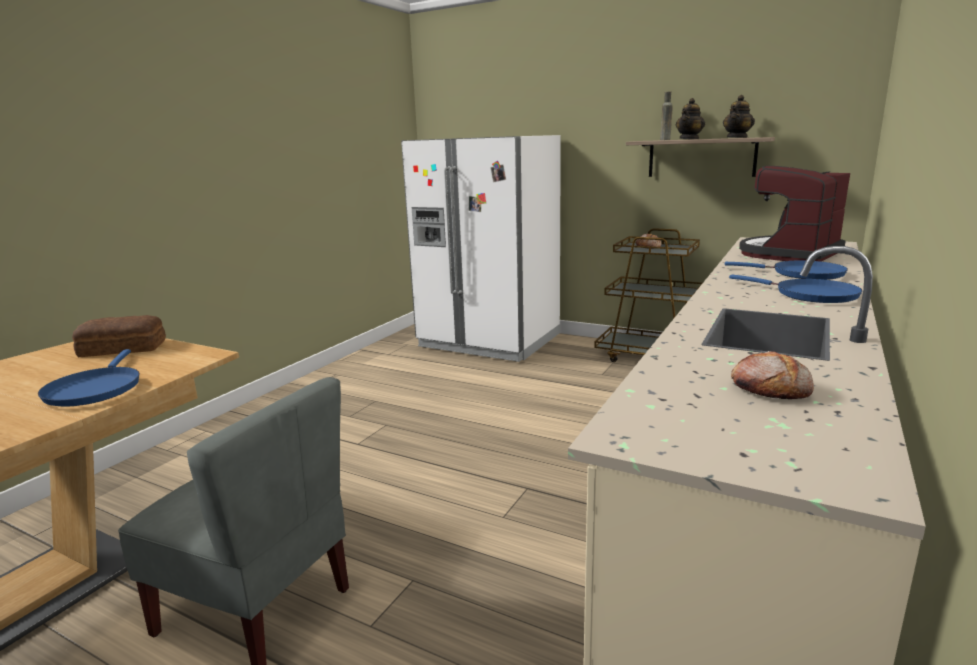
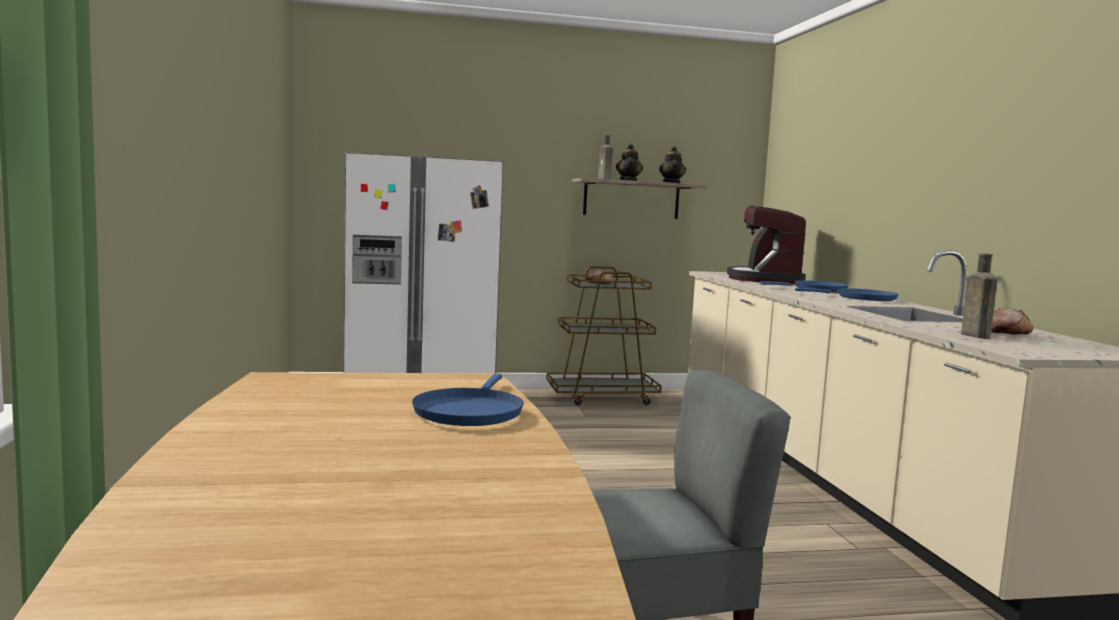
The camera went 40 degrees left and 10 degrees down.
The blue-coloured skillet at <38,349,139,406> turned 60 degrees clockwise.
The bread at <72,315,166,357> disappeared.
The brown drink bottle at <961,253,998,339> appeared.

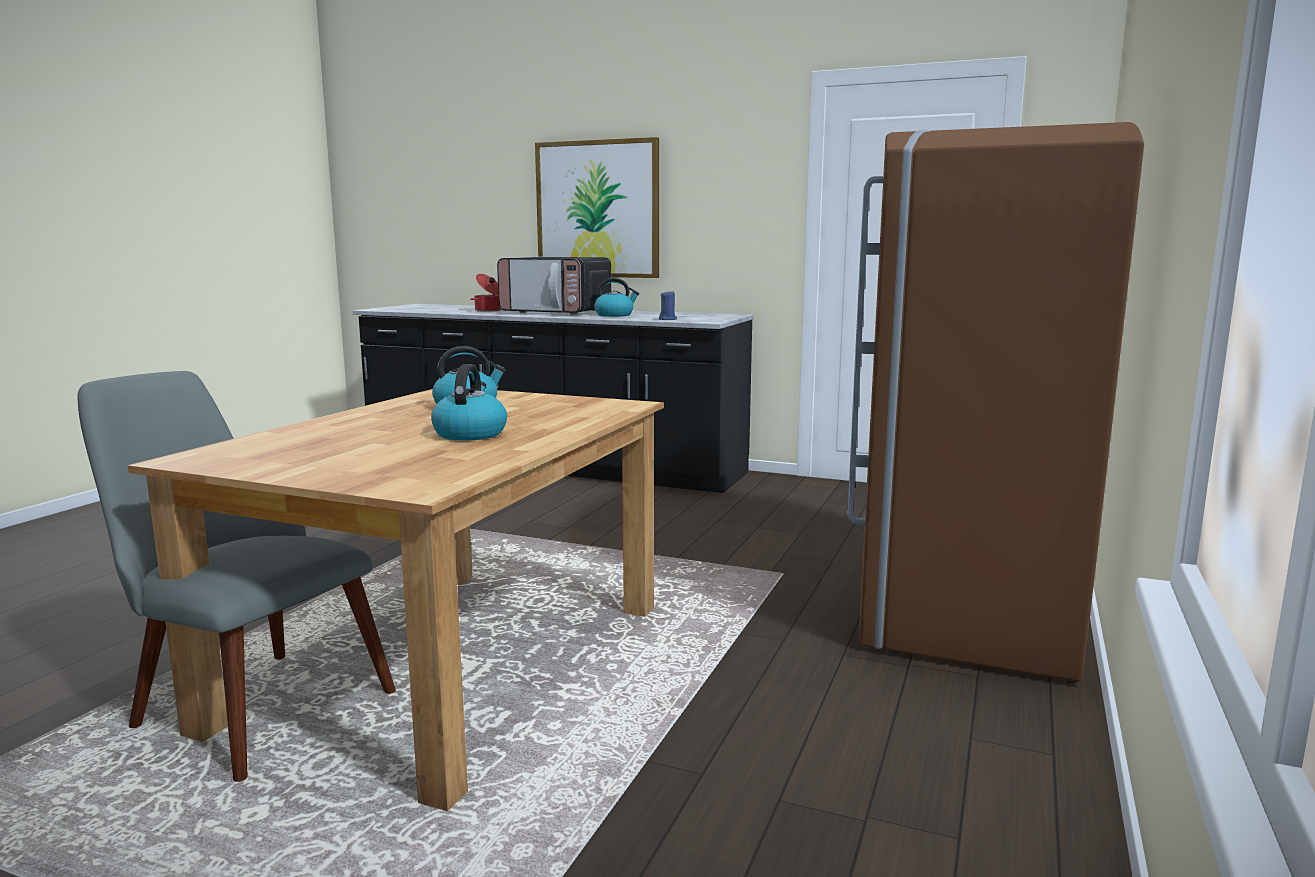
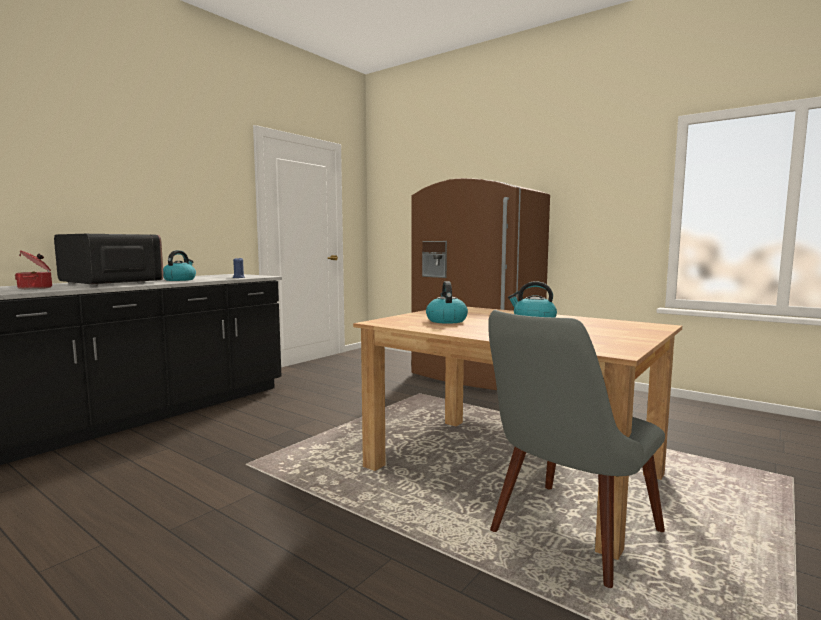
The camera went 75 degrees left and 5 degrees down.
The microwave oven at <497,257,611,314> turned 90 degrees counterclockwise.
The picture at <535,137,659,278> disappeared.

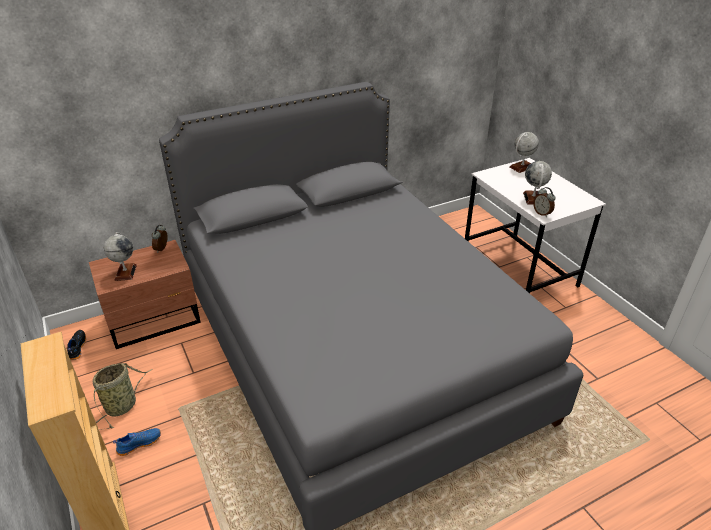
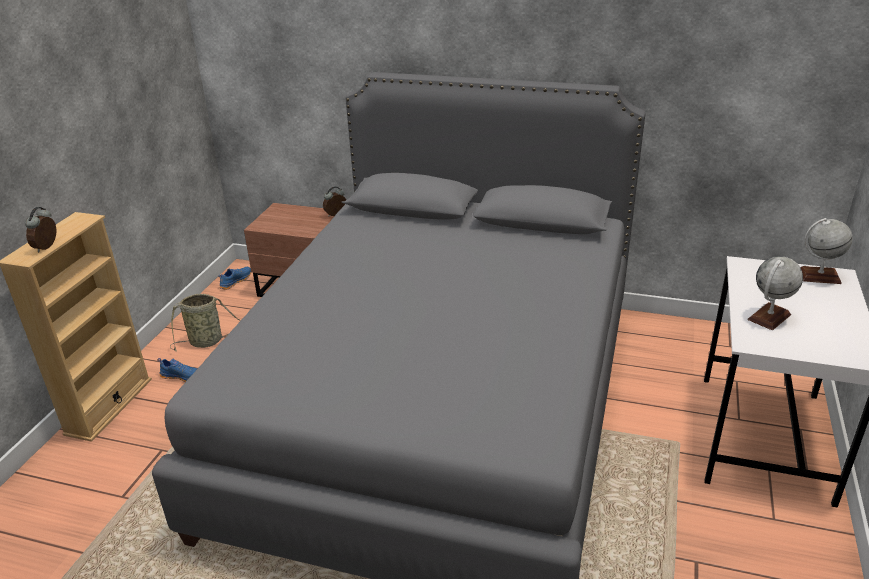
The camera went 45 degrees right and 5 degrees down.
The blackish low shoe at <67,330,86,360> became the blue-coloured low shoe at <219,267,251,290>.
The world globe at <104,232,137,281> disappeared.
The alarm clock moved from <533,187,555,217> to <25,207,57,252>.

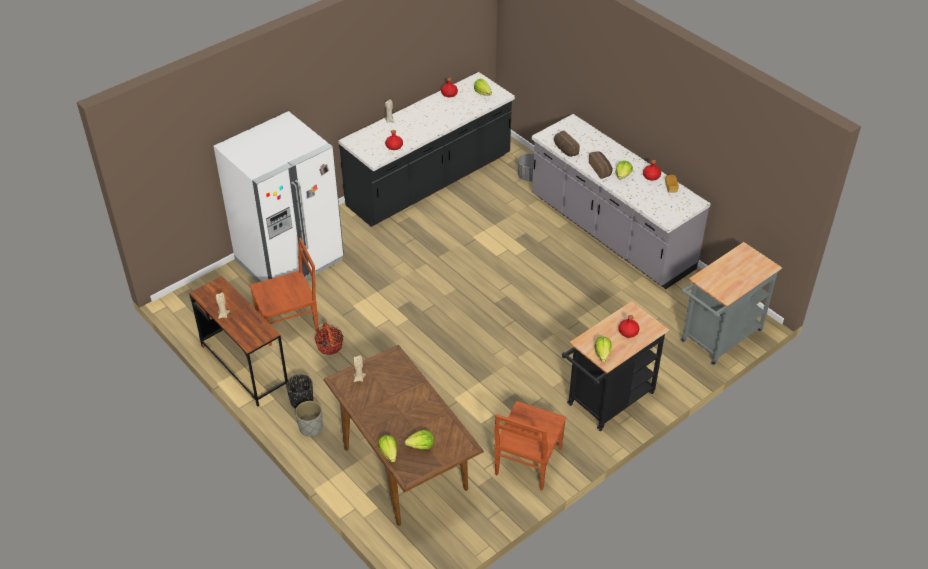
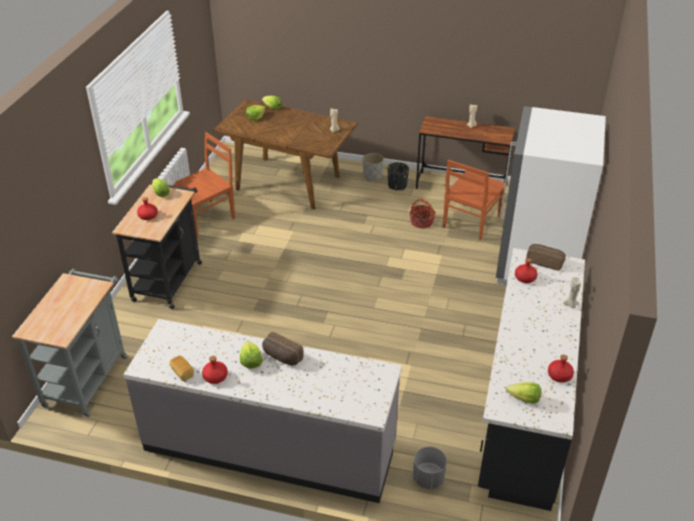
The camera went 145 degrees right and 5 degrees down.
The brown chair at <494,401,567,491> turned 60 degrees clockwise.
The bread moved from <554,131,580,157> to <526,244,566,271>.

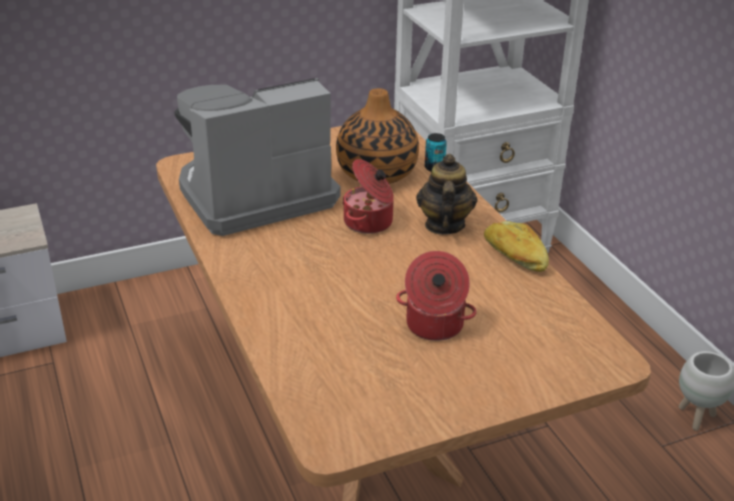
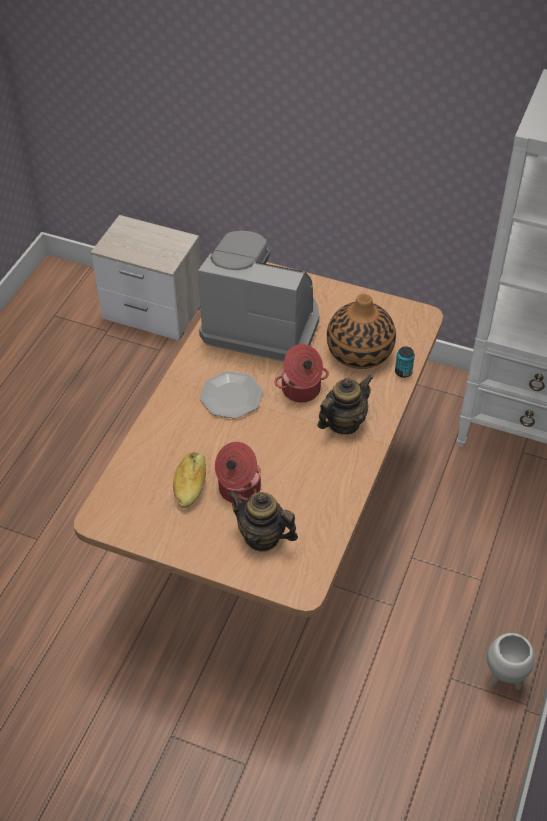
The camera went 45 degrees right and 15 degrees up.
The bread moved from <484,221,549,272> to <173,452,206,508>.
The dinner plate at <200,371,263,419> appeared.
The tea pot at <228,491,298,552> appeared.

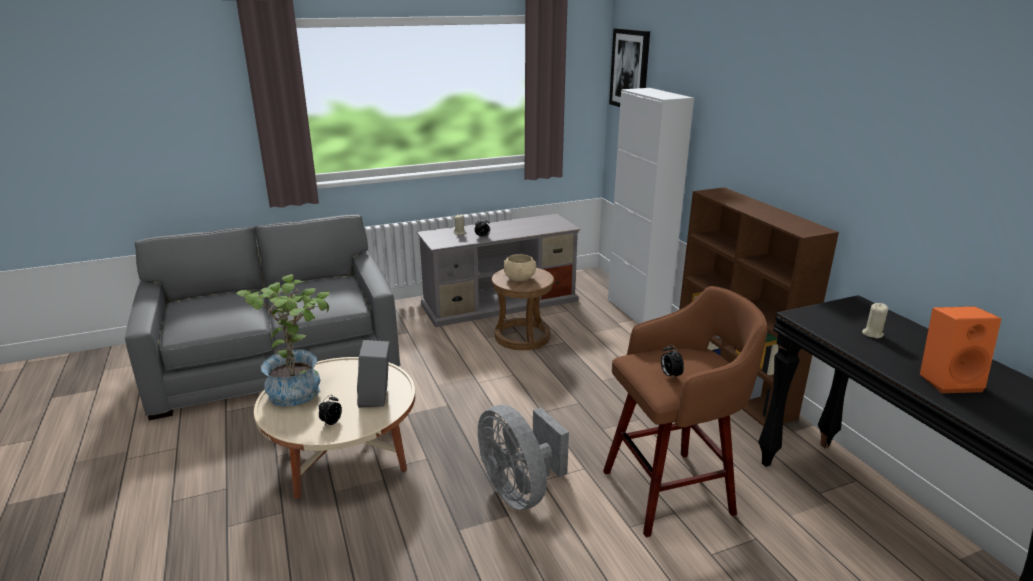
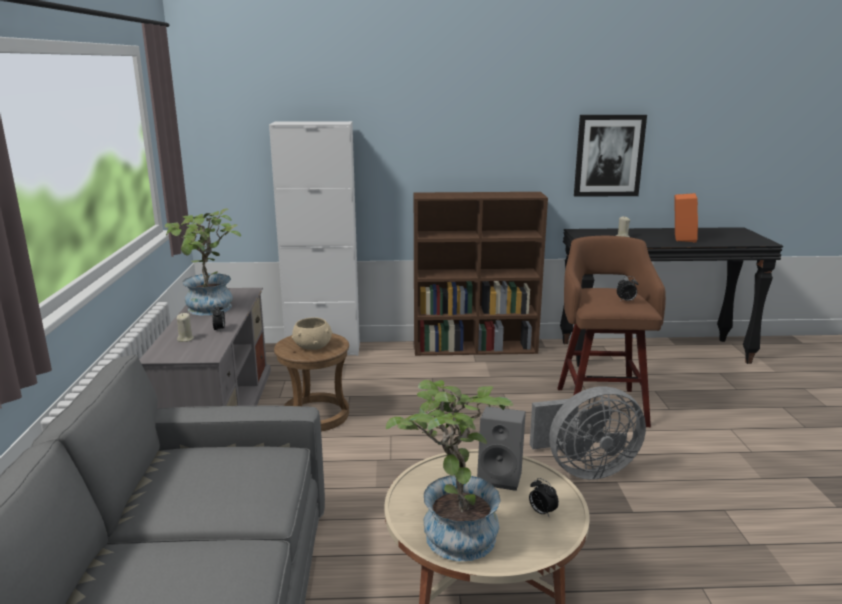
The camera went 70 degrees left and 5 degrees down.
The picture moved from <609,28,650,107> to <574,115,647,197>.
The plant in a pot at <165,208,241,315> appeared.

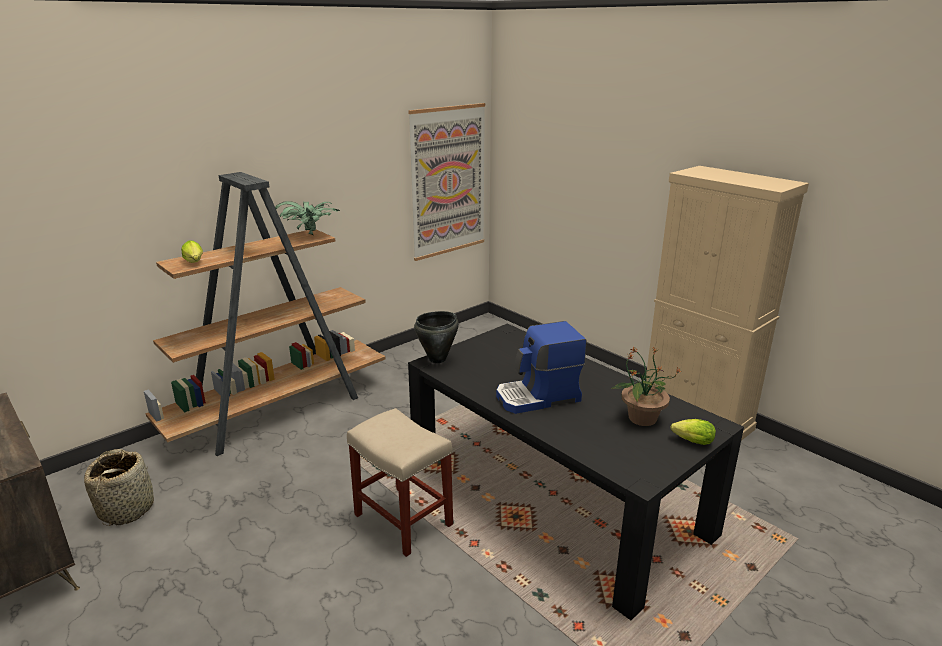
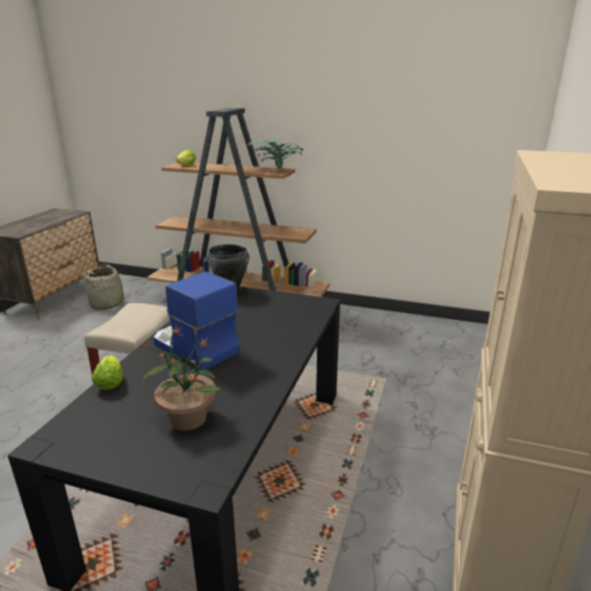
The camera went 60 degrees right and 0 degrees up.
The picture at <408,103,485,261> disappeared.
The head of lettuce moved from <671,419,716,445> to <92,355,123,390>.

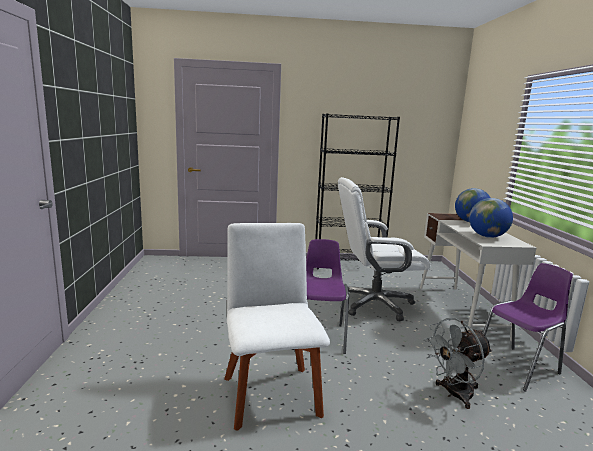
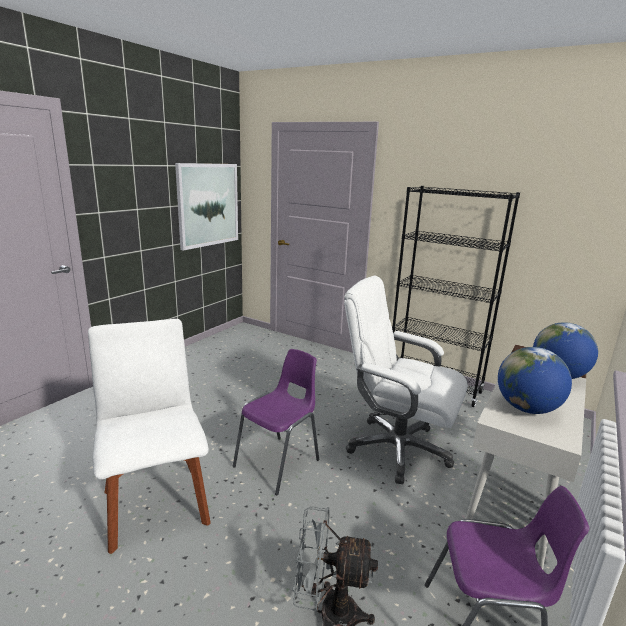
The camera went 35 degrees right and 5 degrees up.
The white-coloured chair at <224,223,330,430> turned 45 degrees counterclockwise.
The picture at <175,163,238,250> appeared.

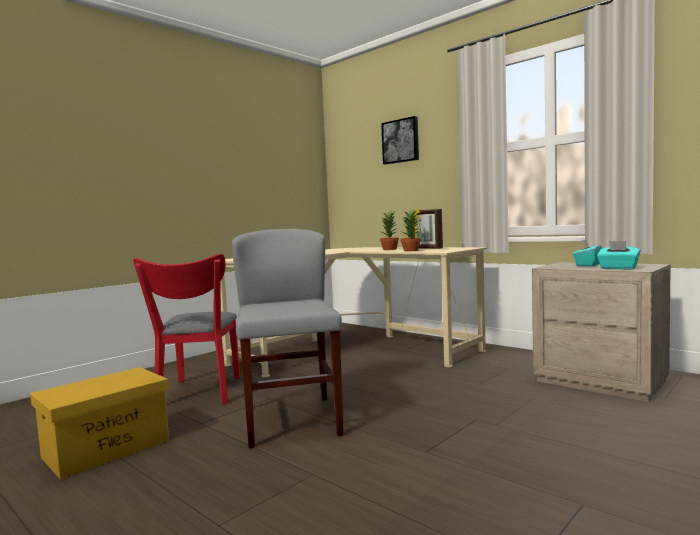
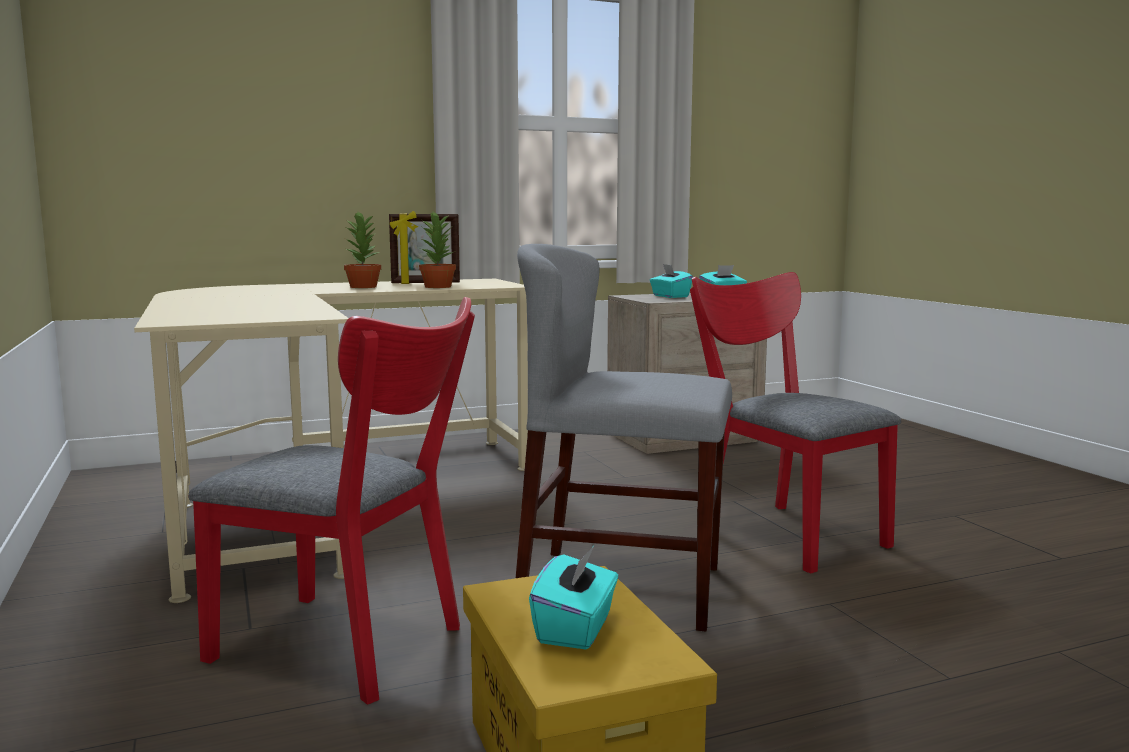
The camera went 65 degrees left and 5 degrees up.
The picture at <381,116,419,164> disappeared.
The blue-green tissue holder at <529,546,618,649> appeared.
The reddish chair at <690,272,901,574> appeared.

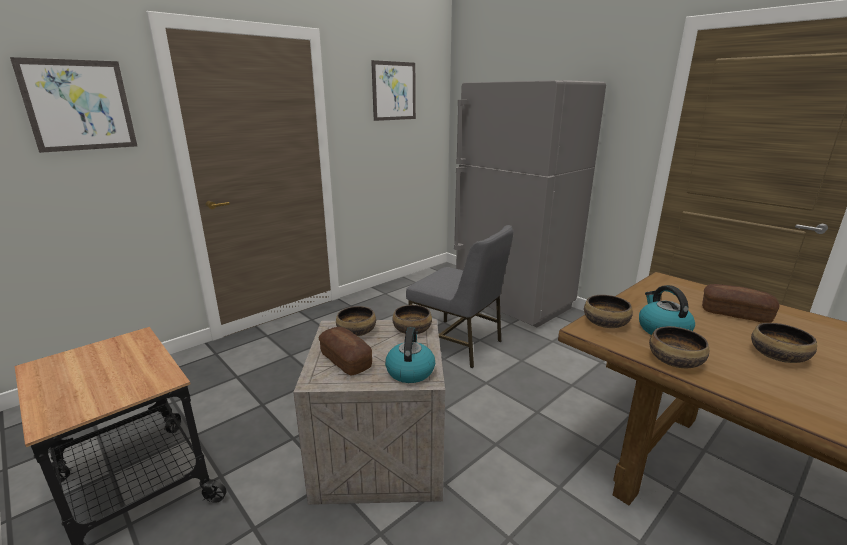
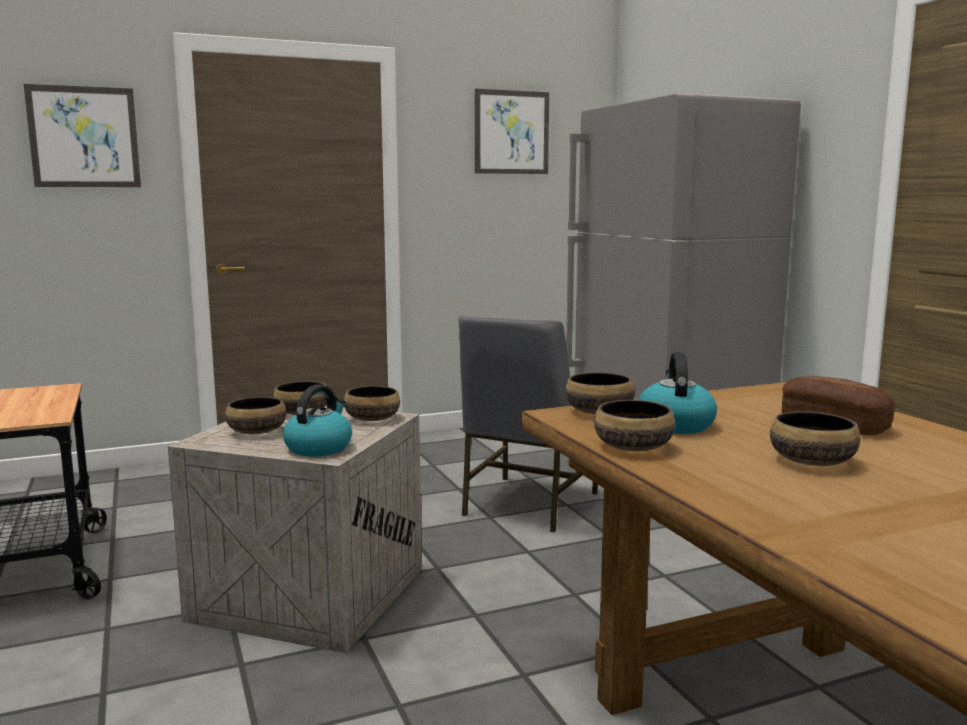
The camera went 20 degrees right and 10 degrees down.
The bread at <319,327,372,376> was replaced by the serving bowl at <225,397,286,434>.
The grey chair at <406,225,513,368> turned 60 degrees clockwise.

